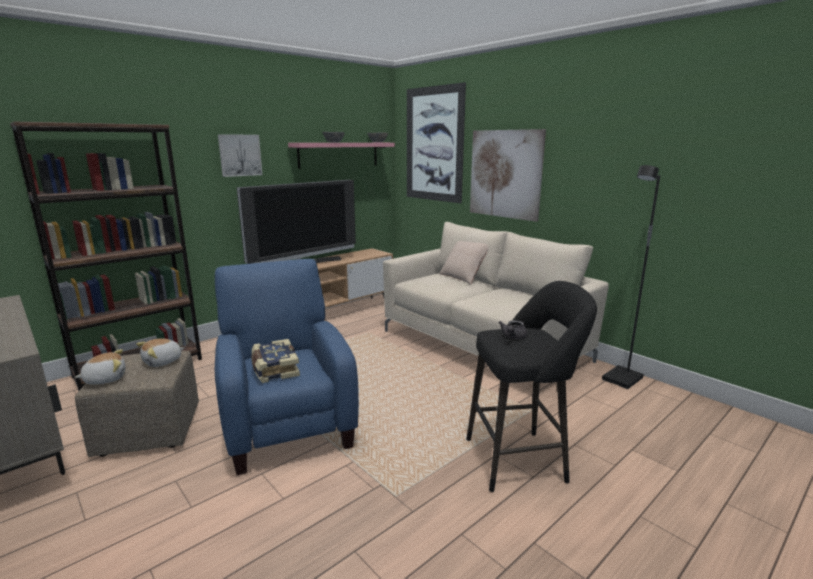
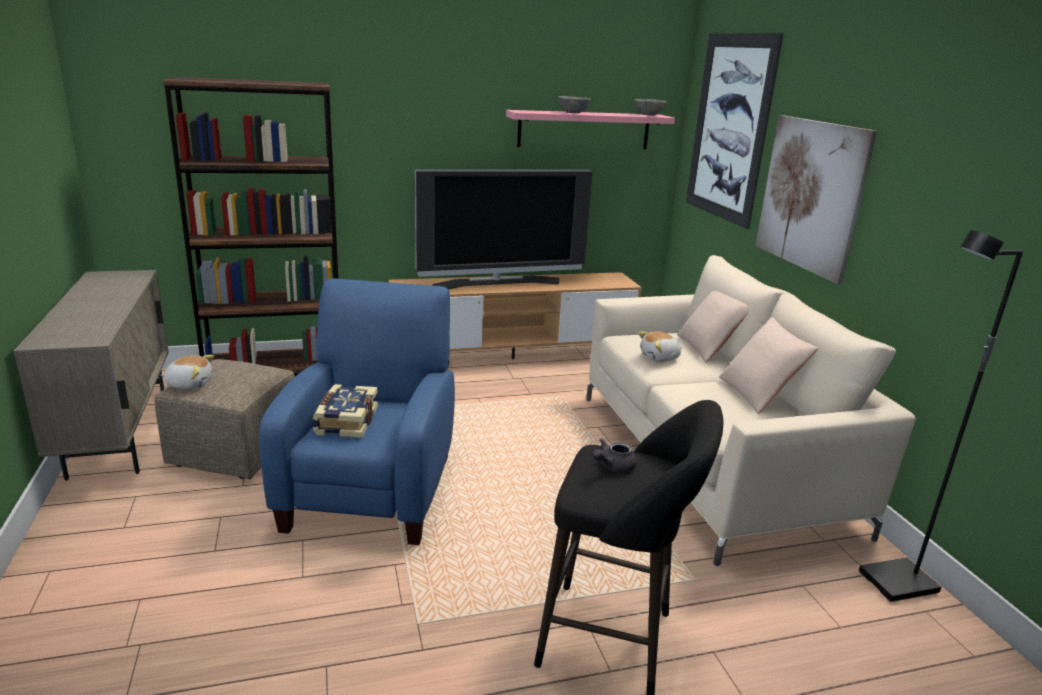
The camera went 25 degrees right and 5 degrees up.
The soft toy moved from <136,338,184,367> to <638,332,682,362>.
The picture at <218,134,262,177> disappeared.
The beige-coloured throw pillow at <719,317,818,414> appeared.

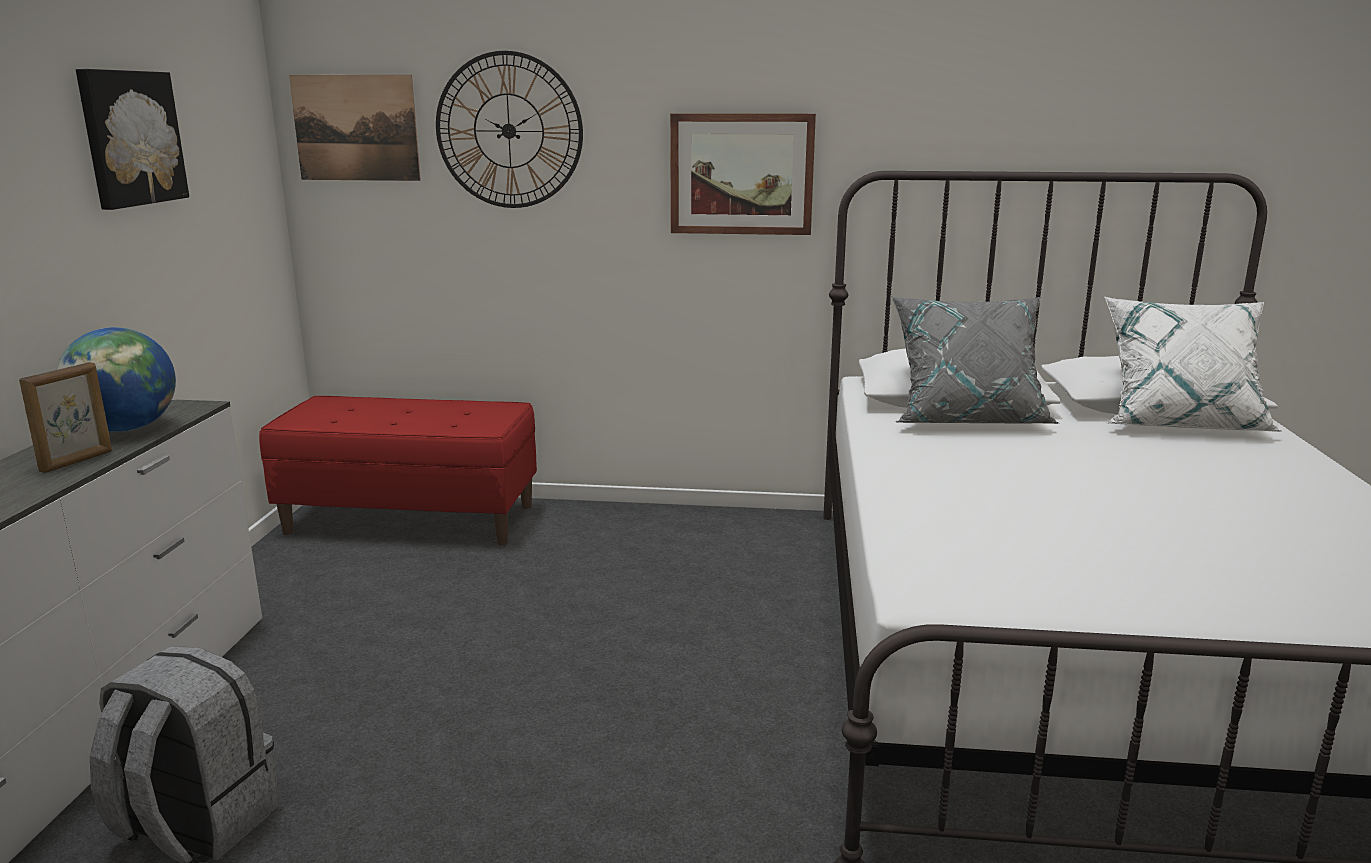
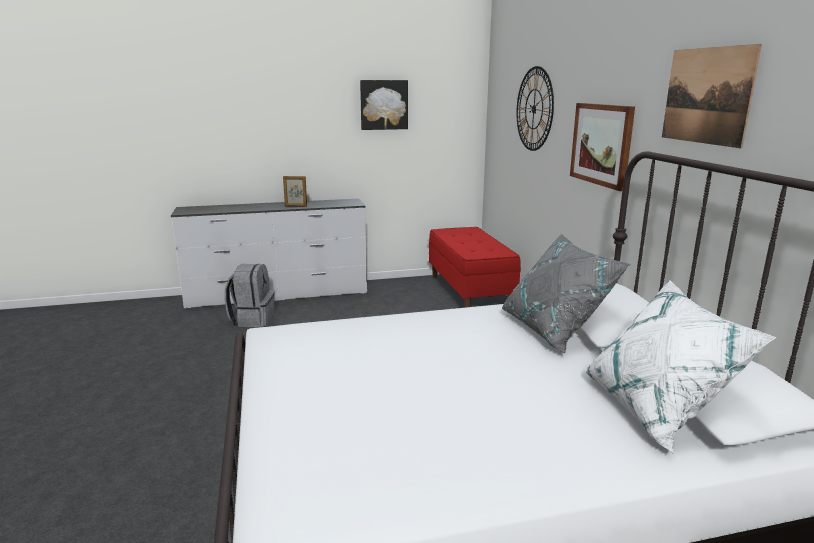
The camera went 70 degrees right and 0 degrees up.
The world globe at <57,327,176,432> disappeared.
The picture moved from <289,75,421,181> to <662,44,762,149>.

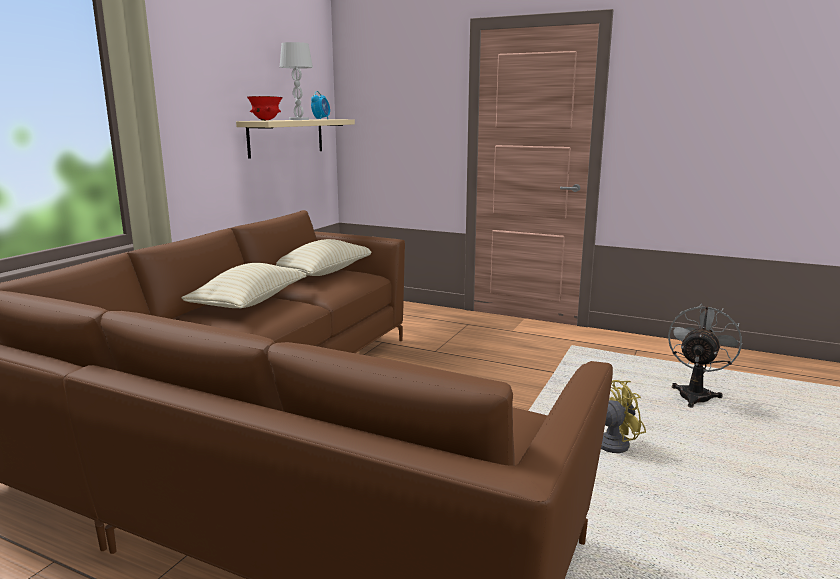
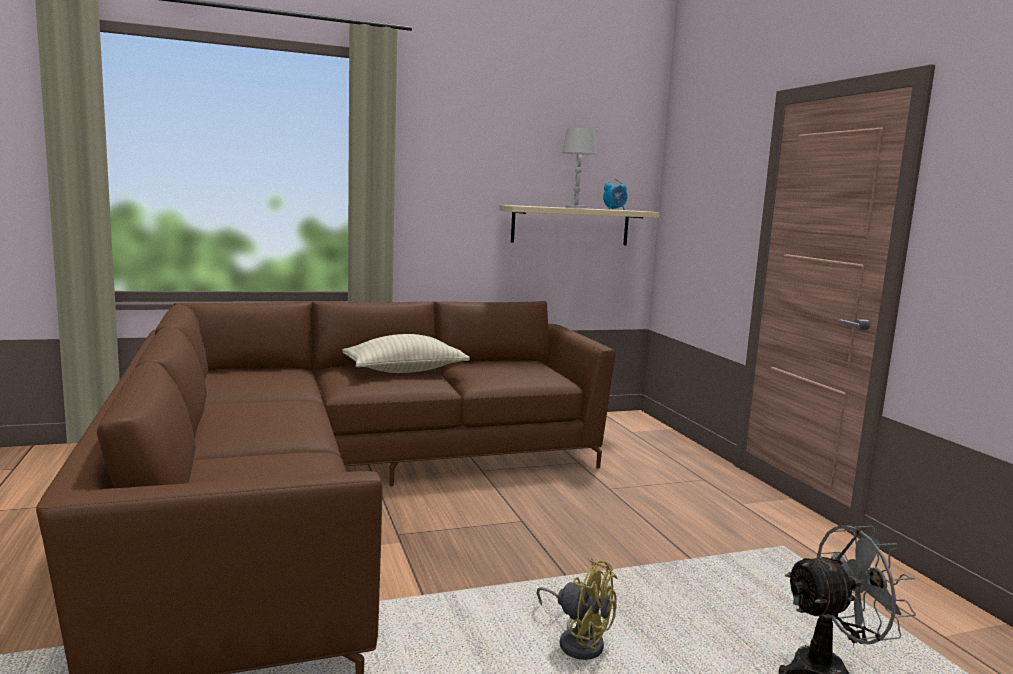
The camera went 45 degrees right and 5 degrees down.
The reddish serving bowl at <247,96,283,121> disappeared.
The beige-coloured throw pillow at <276,239,371,276> disappeared.

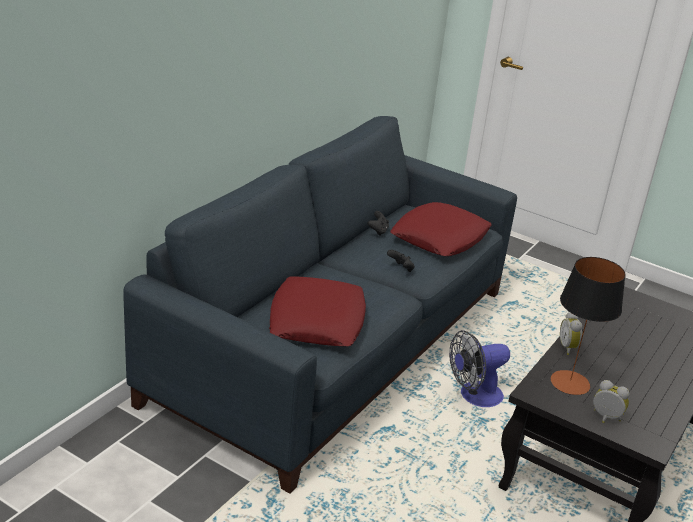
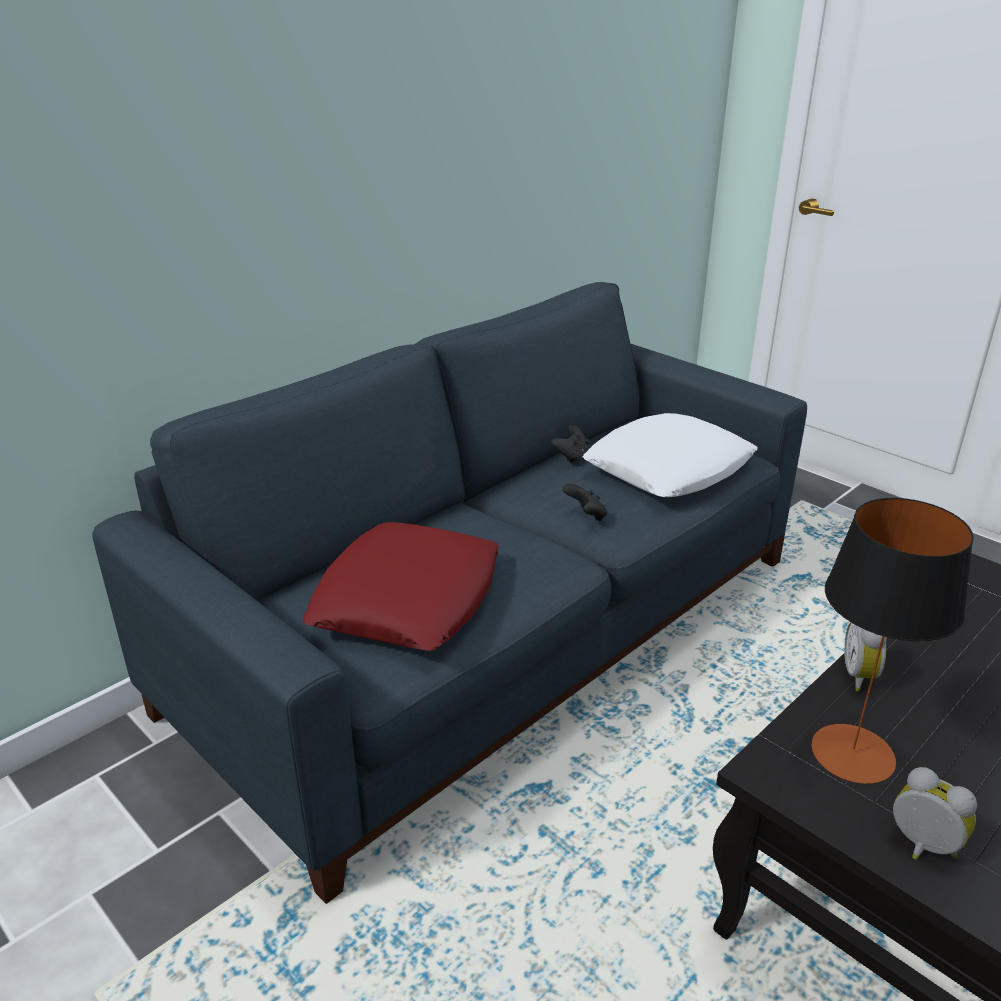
The camera went 15 degrees right and 0 degrees up.
The reddish throw pillow at <390,202,492,256> became the white-coloured throw pillow at <582,413,758,497>.
The fan at <449,330,510,407> disappeared.

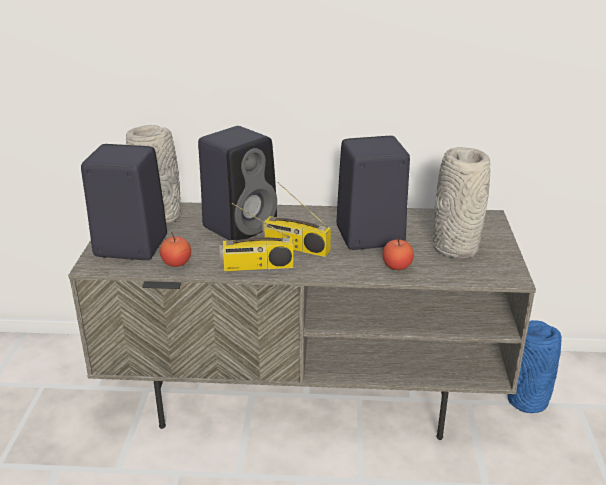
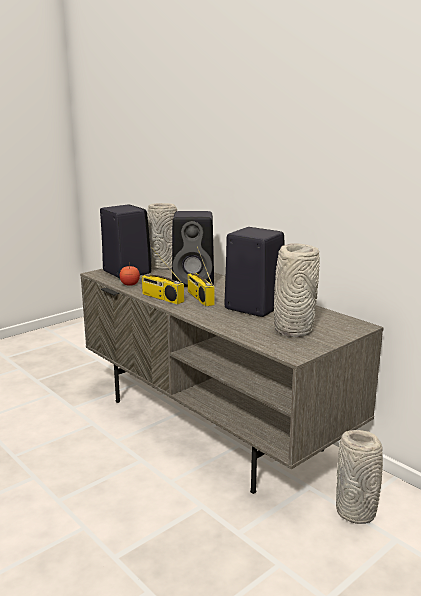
The camera went 45 degrees right and 10 degrees down.
The apple fruit at <382,237,414,270> disappeared.
The blue-coloured flower vase at <508,320,562,413> became the grey flower vase at <336,430,383,524>.

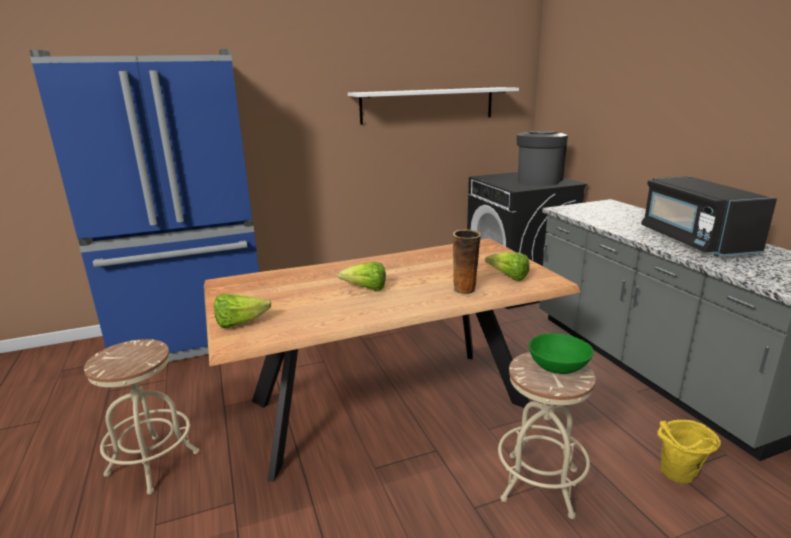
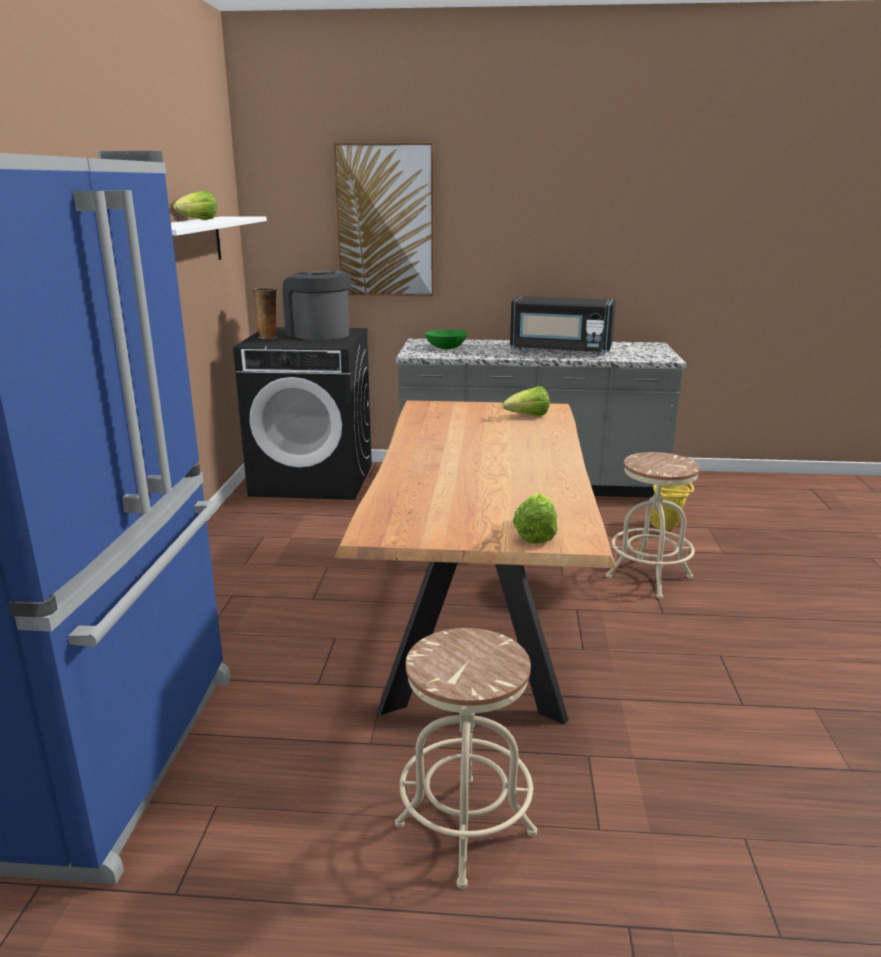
The camera went 65 degrees left and 0 degrees up.
The head of lettuce moved from <338,262,386,291> to <173,190,217,220>.
The flower vase moved from <453,230,481,295> to <253,288,277,339>.
The greenish serving bowl moved from <529,333,594,374> to <425,329,468,349>.
The picture at <334,143,434,296> appeared.

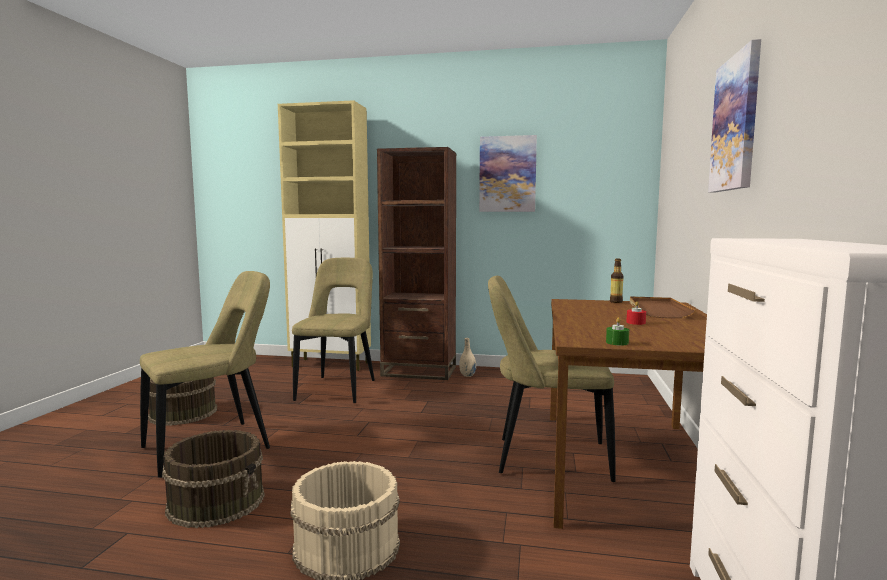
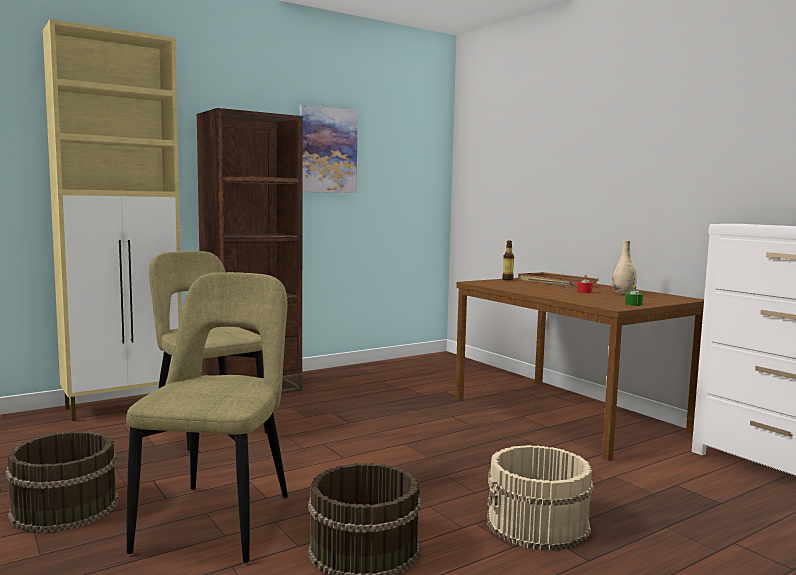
The camera went 45 degrees left and 0 degrees up.
The beige-coloured flower vase moved from <459,338,476,377> to <612,240,637,294>.
The beige-coloured chair at <488,276,615,482> disappeared.
The picture at <708,39,761,192> disappeared.

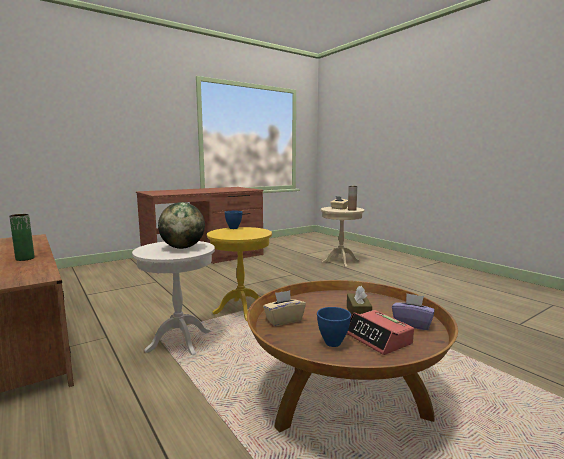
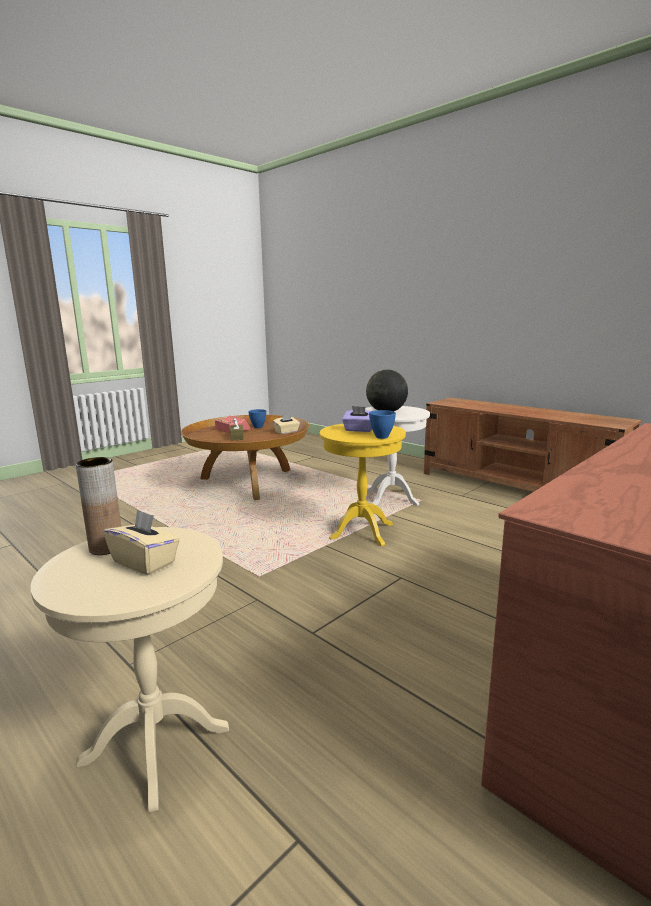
The camera went 170 degrees right and 5 degrees up.
The greenish flower vase at <9,214,35,261> disappeared.
The purple-coloured tissue holder moved from <392,293,435,330> to <342,406,372,432>.

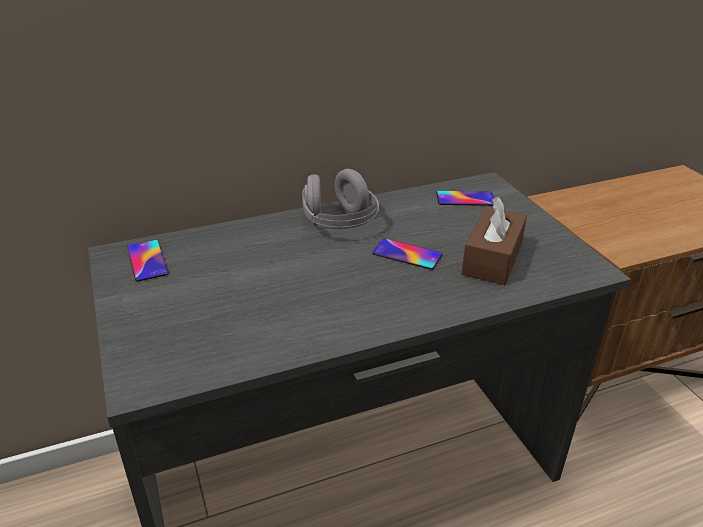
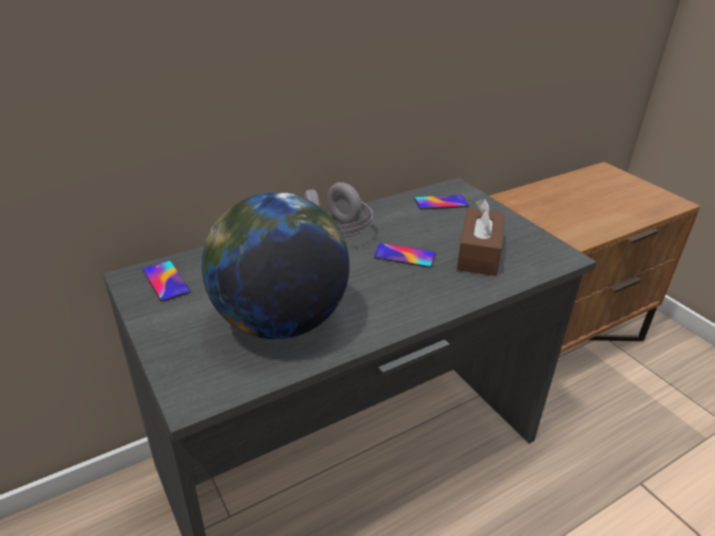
The camera went 10 degrees left and 0 degrees up.
The world globe at <202,192,349,339> appeared.

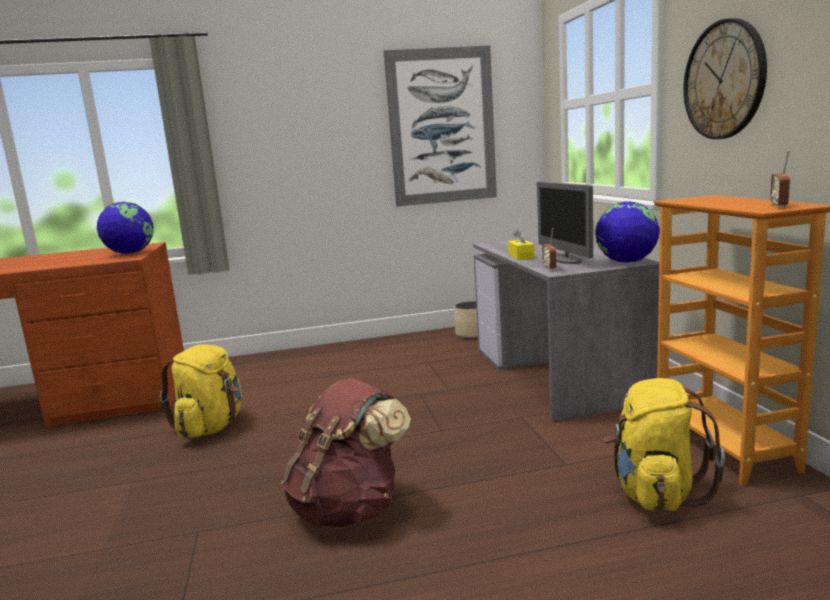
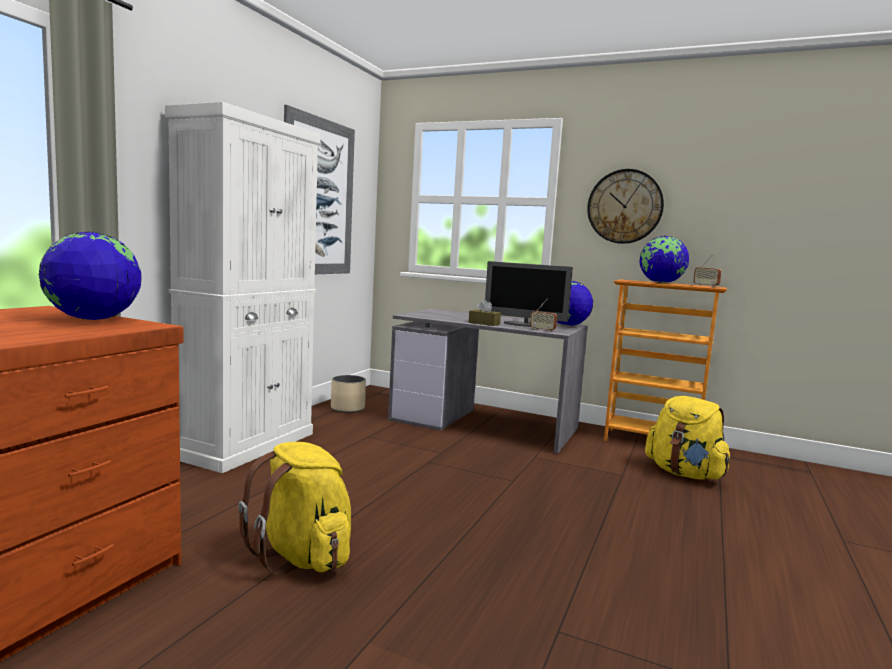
The camera went 55 degrees left and 5 degrees down.
The brown rucksack at <280,378,411,527> disappeared.
The yellowish tissue holder at <508,229,535,260> became the brown tissue holder at <469,300,501,326>.
The white-coloured cabinet at <165,102,321,473> appeared.
The world globe at <639,236,689,283> appeared.

